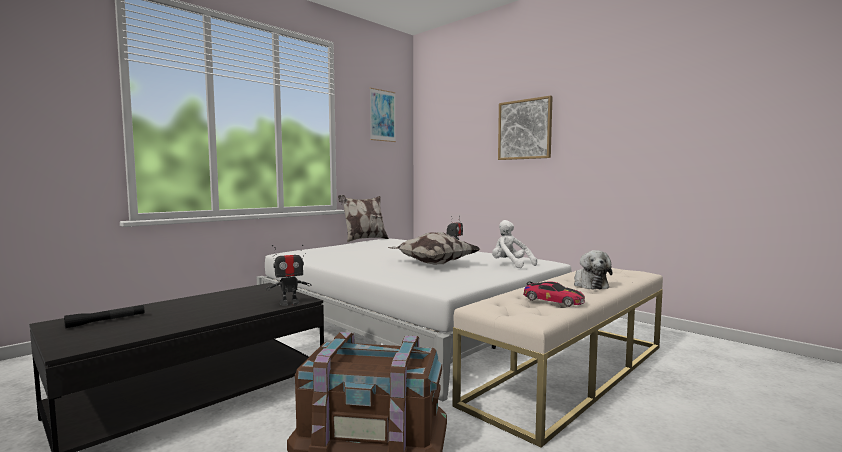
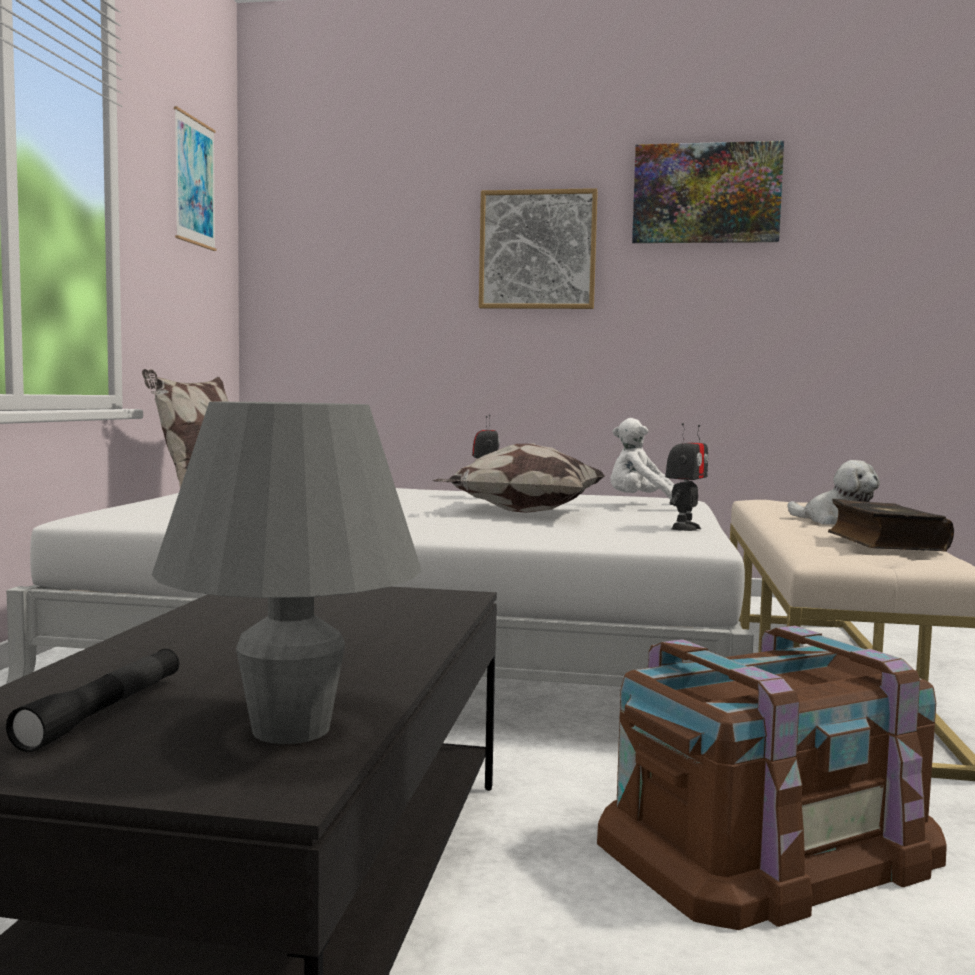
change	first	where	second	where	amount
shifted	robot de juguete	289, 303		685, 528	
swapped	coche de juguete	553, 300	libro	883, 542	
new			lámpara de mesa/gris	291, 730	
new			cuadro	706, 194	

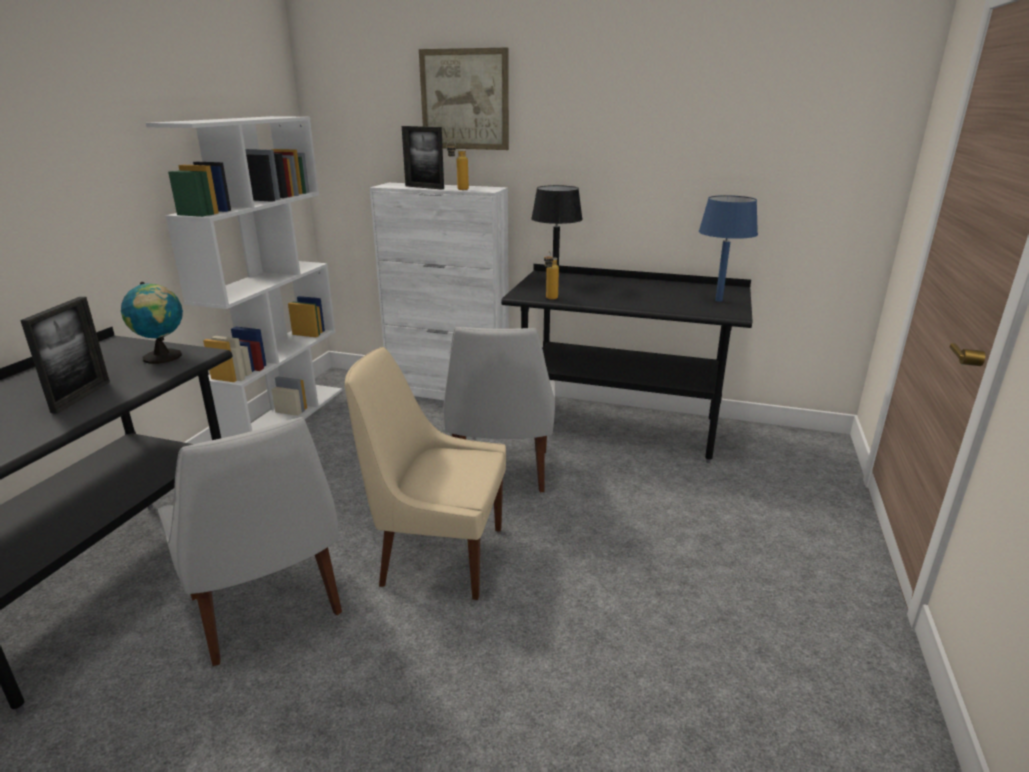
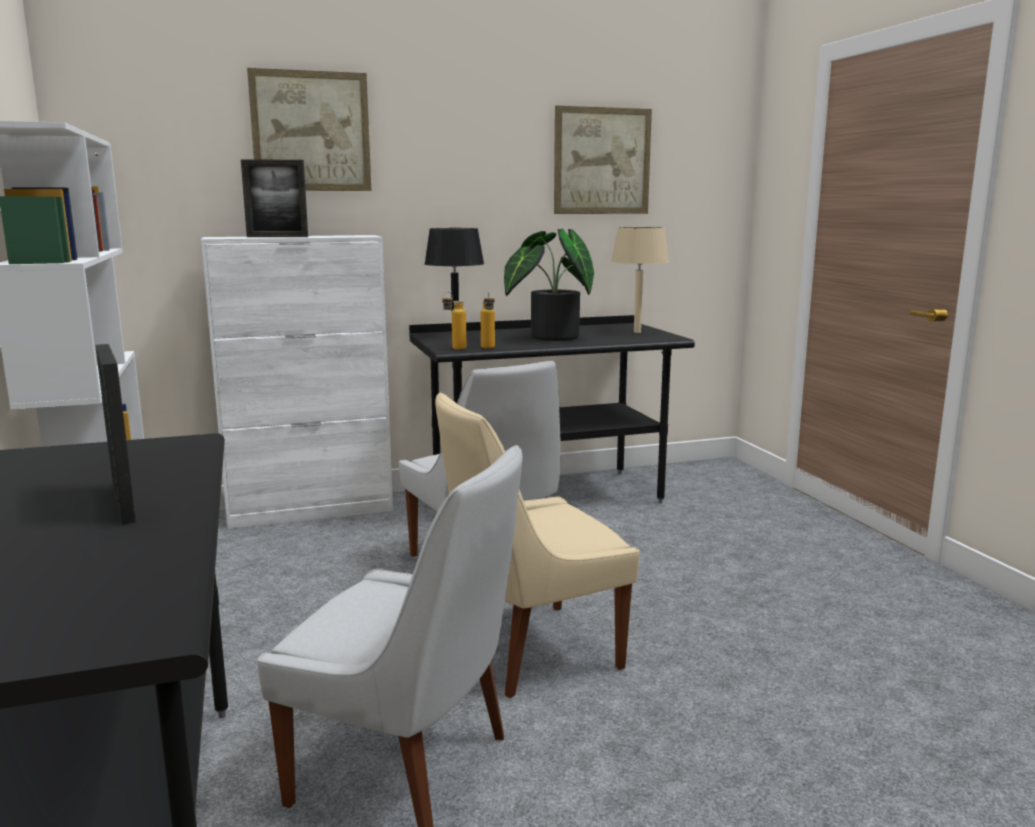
change	first	where	second	where	amount
gone	globo terráqueo	164, 357			
shifted	botella	458, 189		454, 349	
repainted	lámpara de mesa/azul	718, 300	lámpara de mesa/beis	637, 332	
new			planta en maceta	548, 337	
new			cuadro	602, 161	

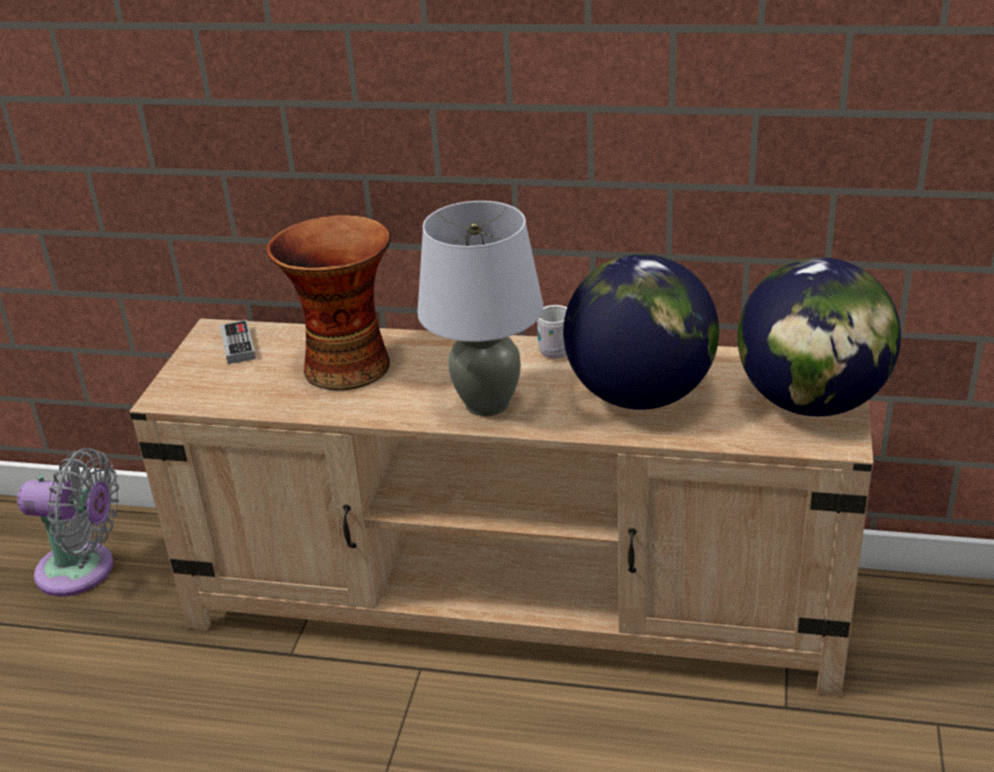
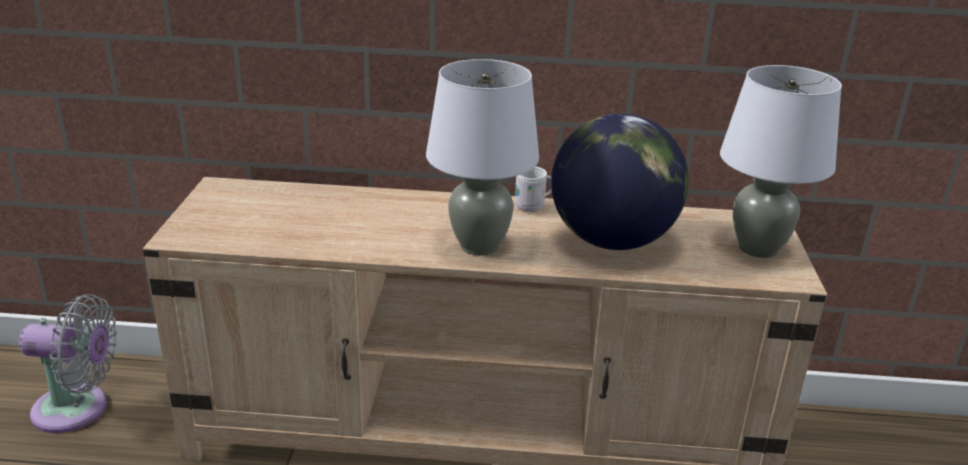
change	first	where	second	where	amount
gone	mando de consola	238, 345			
gone	florero	346, 366			
swapped	globo terráqueo	811, 403	lámpara de mesa/gris	758, 248	

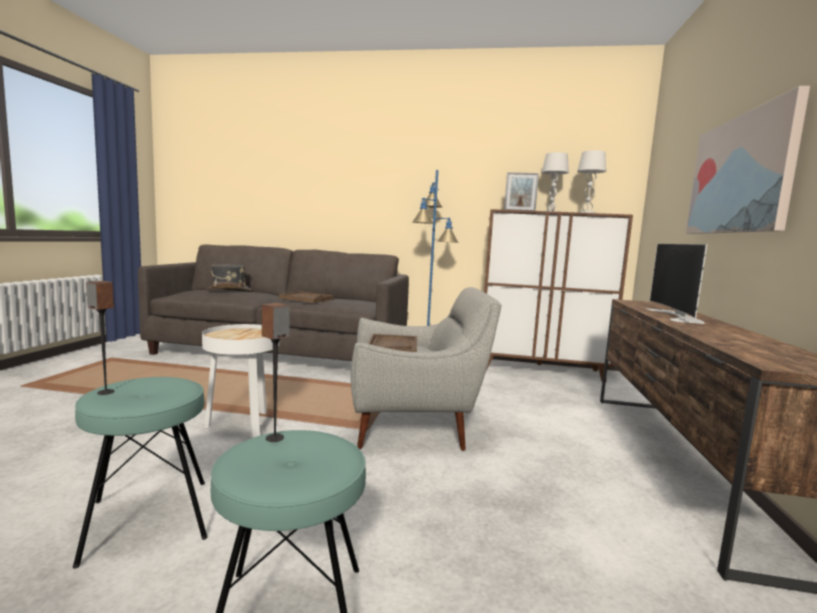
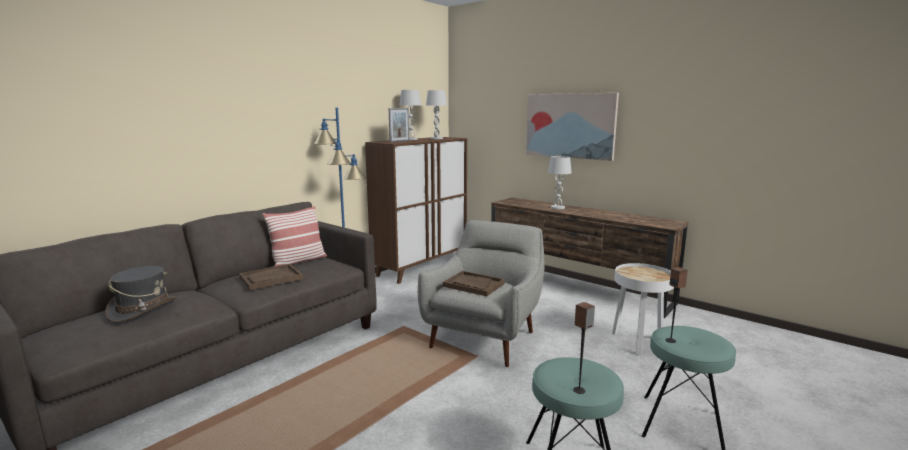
change	first	where	second	where	amount
shifted	mesa auxiliar/blanco	242, 425		638, 342	
swapped	televisor	677, 316	lámpara de mesa/blanco	557, 208	
new			cojín	298, 261	

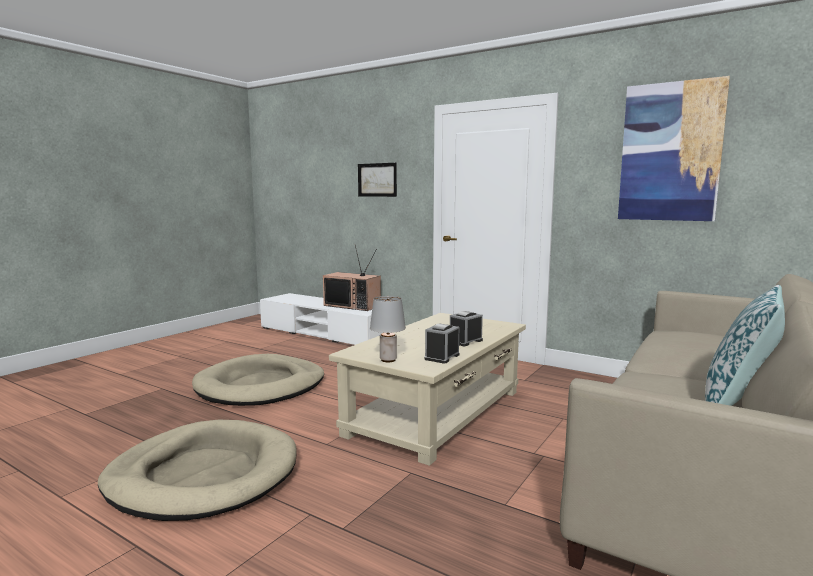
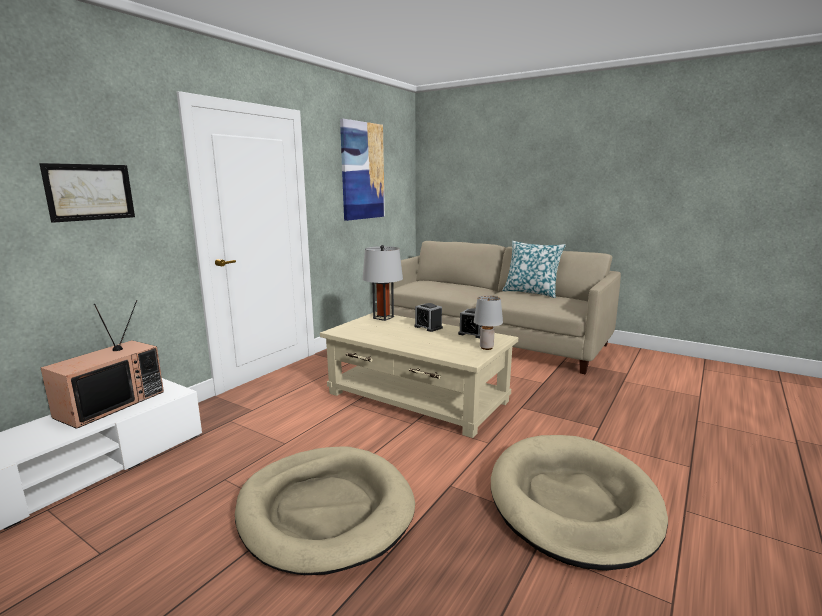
change	first	where	second	where	amount
new			lámpara de mesa/gris	383, 317	

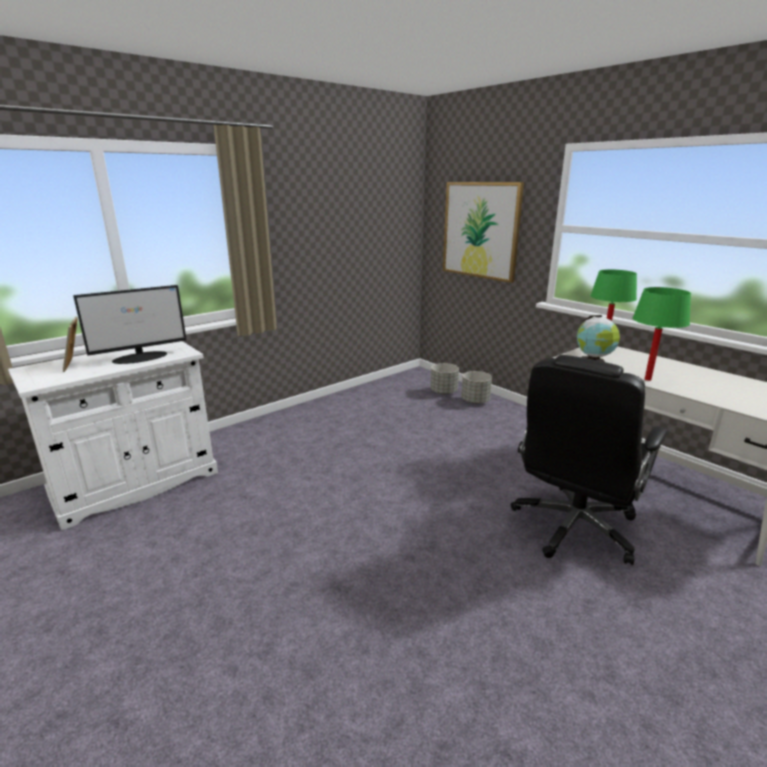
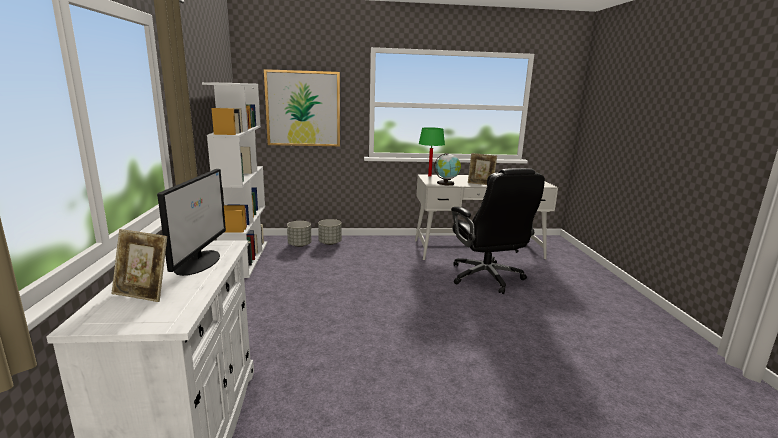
change	first	where	second	where	amount
swapped	lámpara de mesa/verde	648, 379	portarretratos	480, 184	
new			estantería/blanco	245, 258	

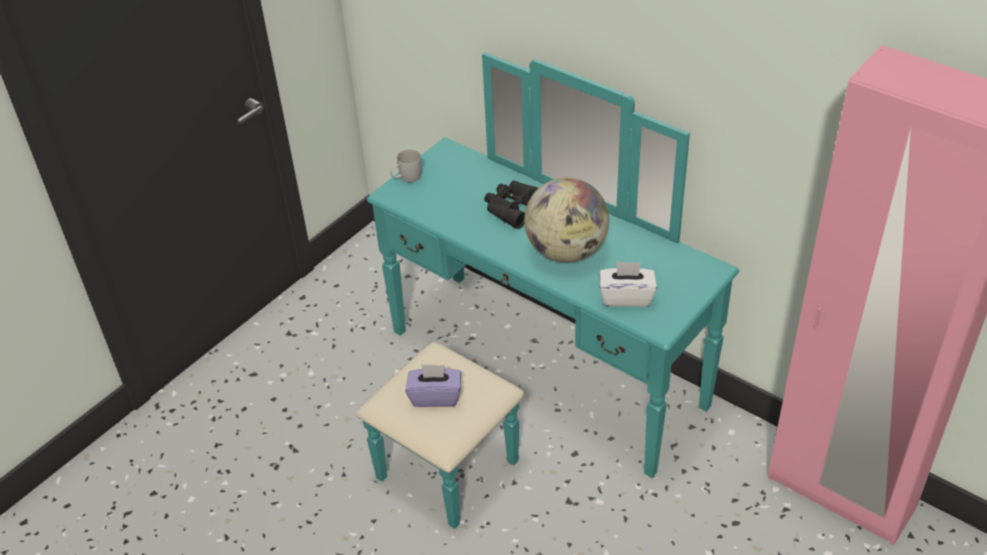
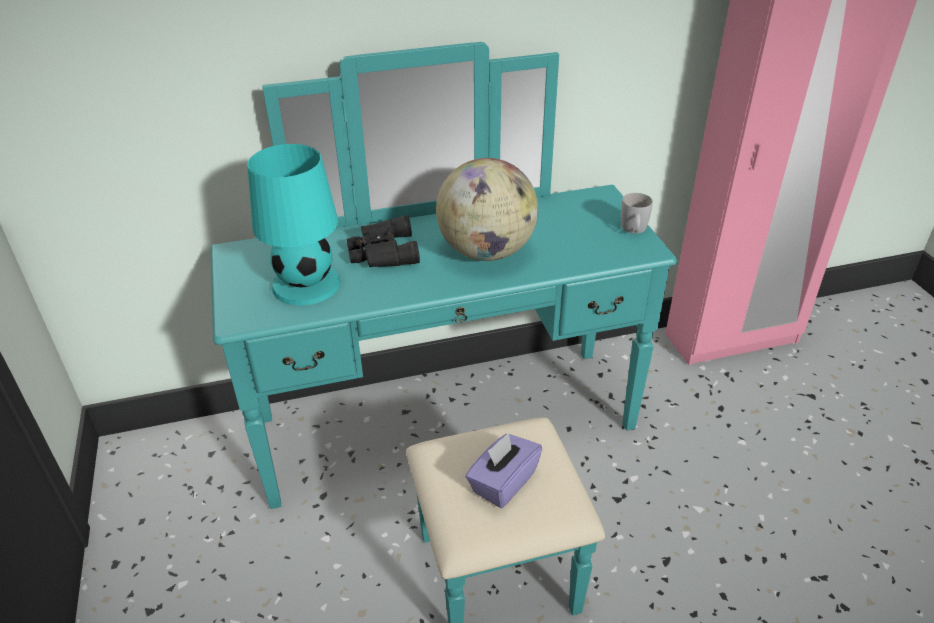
change	first	where	second	where	amount
shifted	taza grande/blanco	406, 178		634, 230	
gone	caja de pañuelos/blanco	626, 297			
new			lámpara de mesa/turquesa	305, 285	

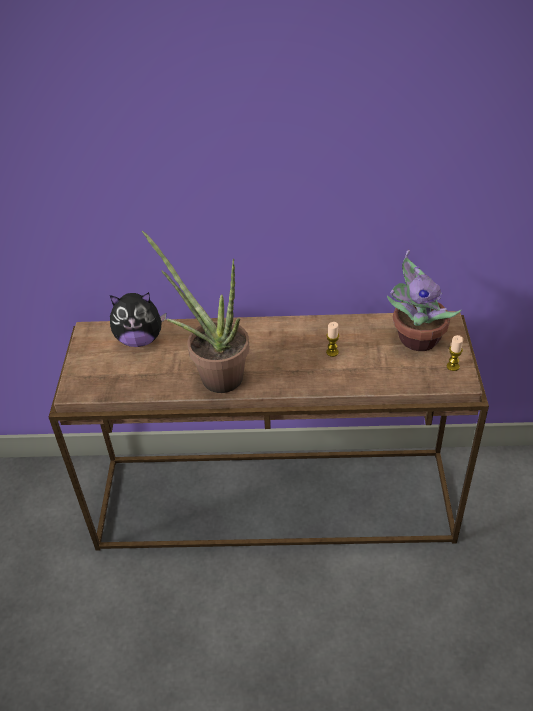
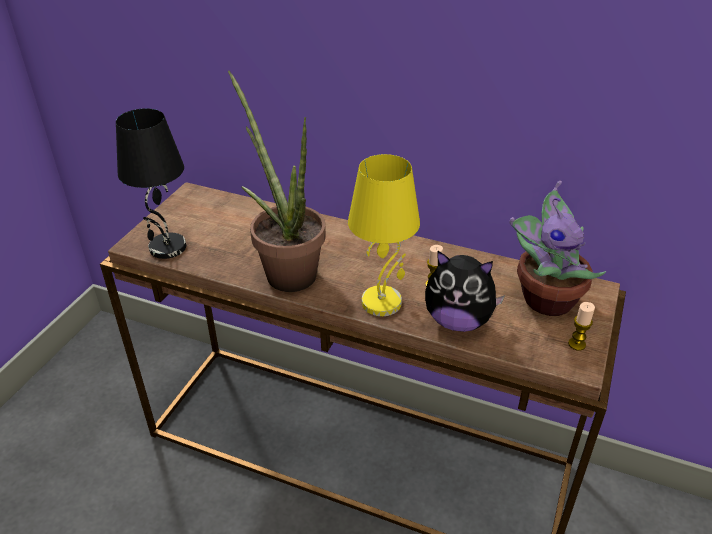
change	first	where	second	where	amount
shifted	peluche	140, 339		458, 321	
new			lámpara de mesa/negro	167, 248	
new			lámpara de mesa/amarillo	382, 302	

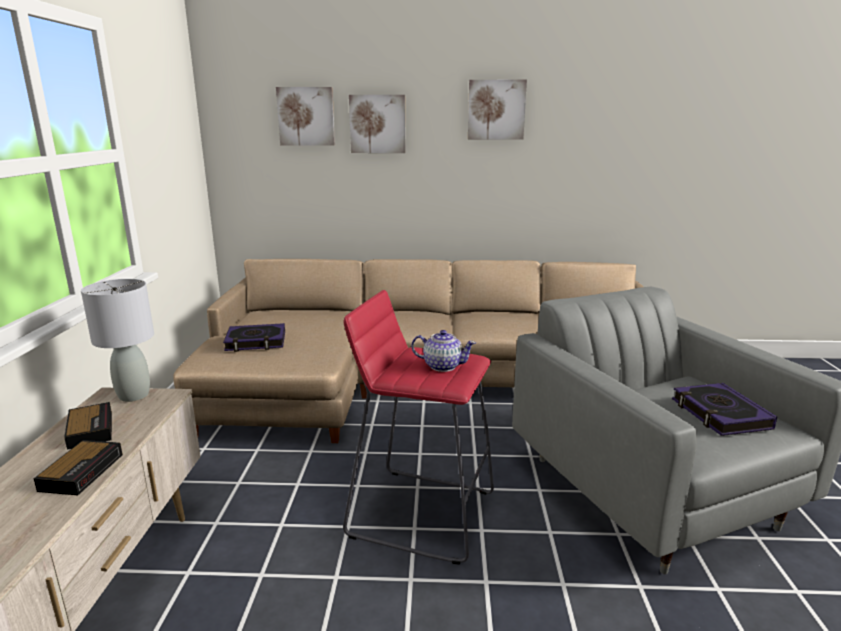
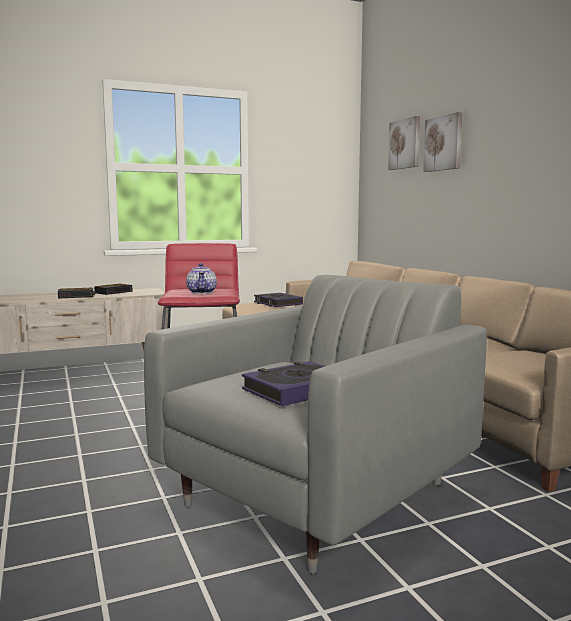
change	first	where	second	where	amount
gone	lámpara de mesa/gris	134, 395			
gone	cuadro	496, 110			

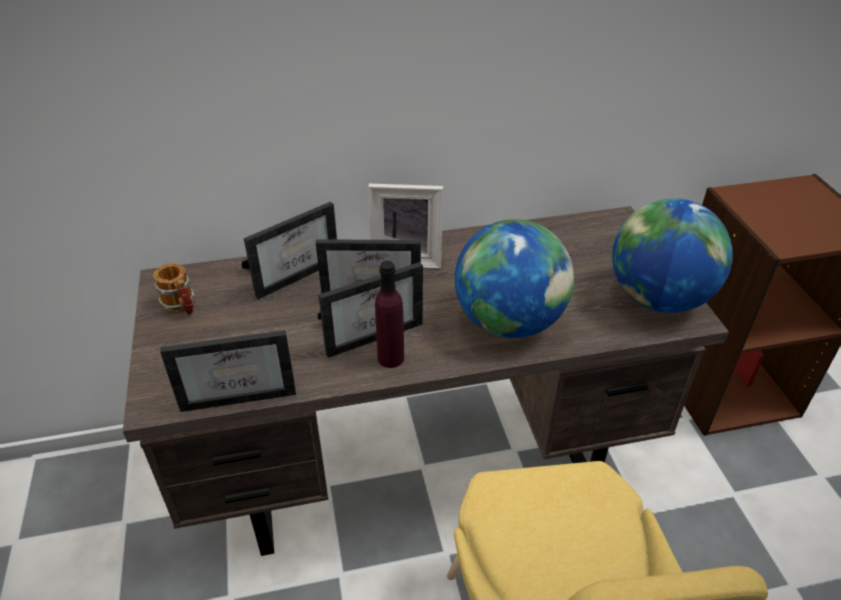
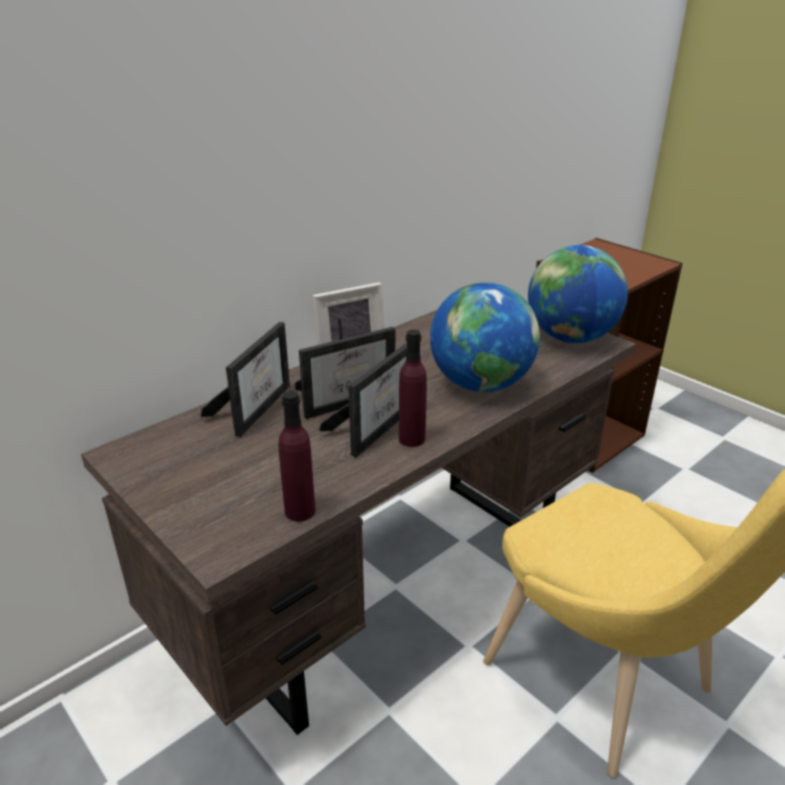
change	first	where	second	where	amount
gone	taza grande	182, 307			
swapped	portarretratos	241, 392	botella/morado	300, 511	

